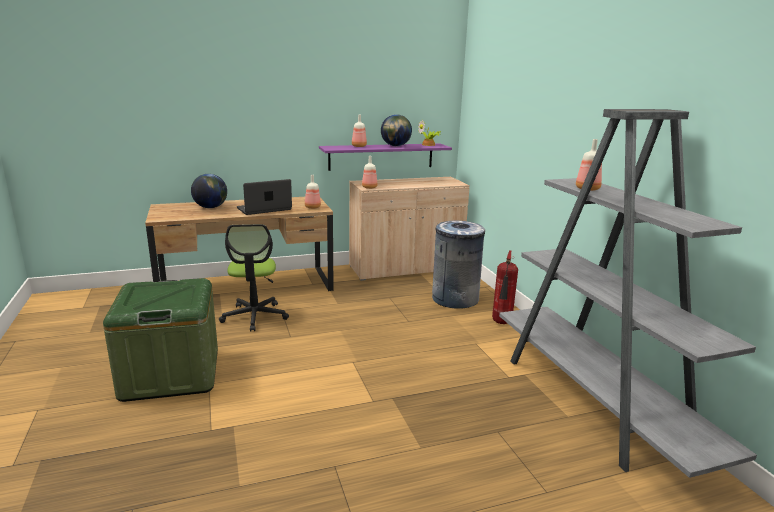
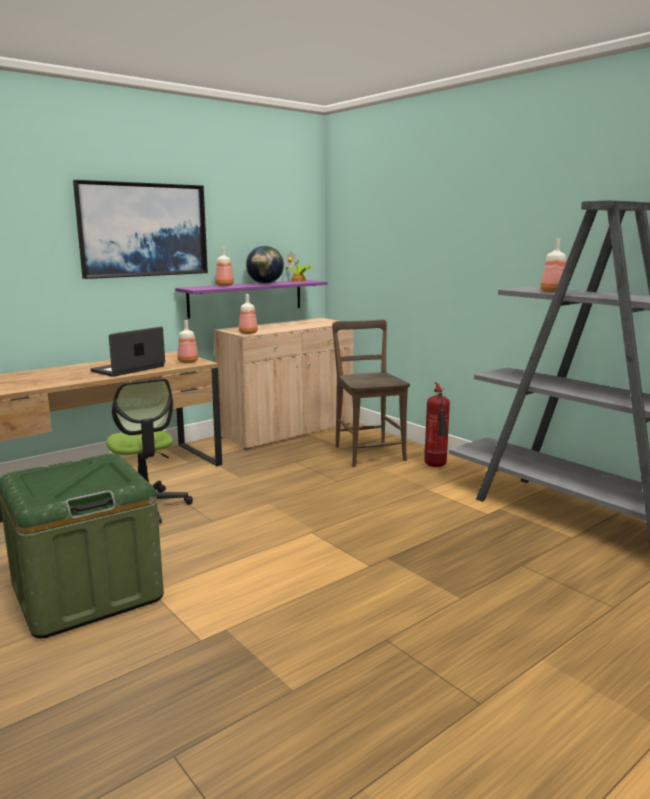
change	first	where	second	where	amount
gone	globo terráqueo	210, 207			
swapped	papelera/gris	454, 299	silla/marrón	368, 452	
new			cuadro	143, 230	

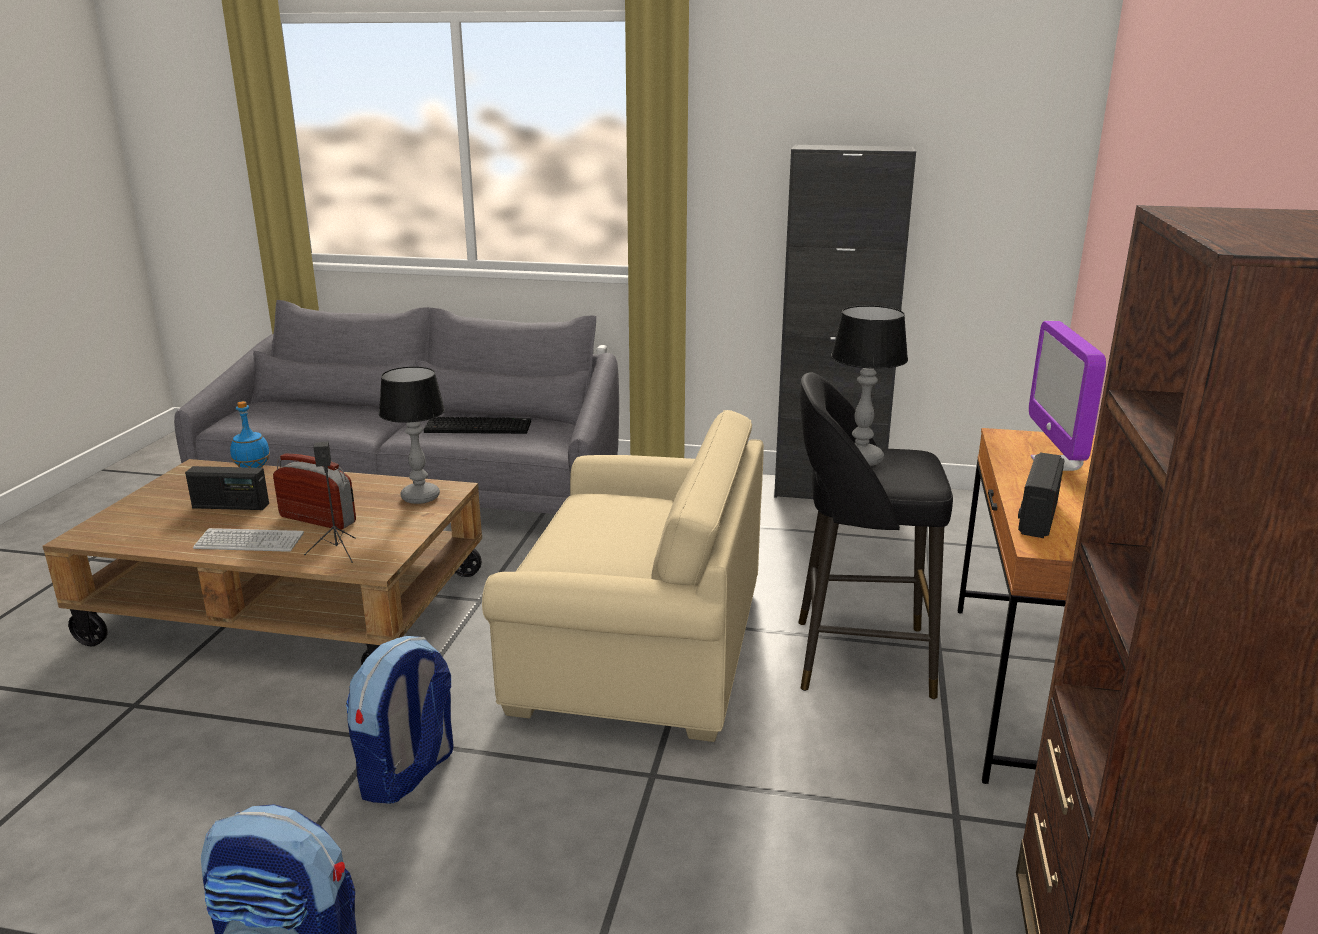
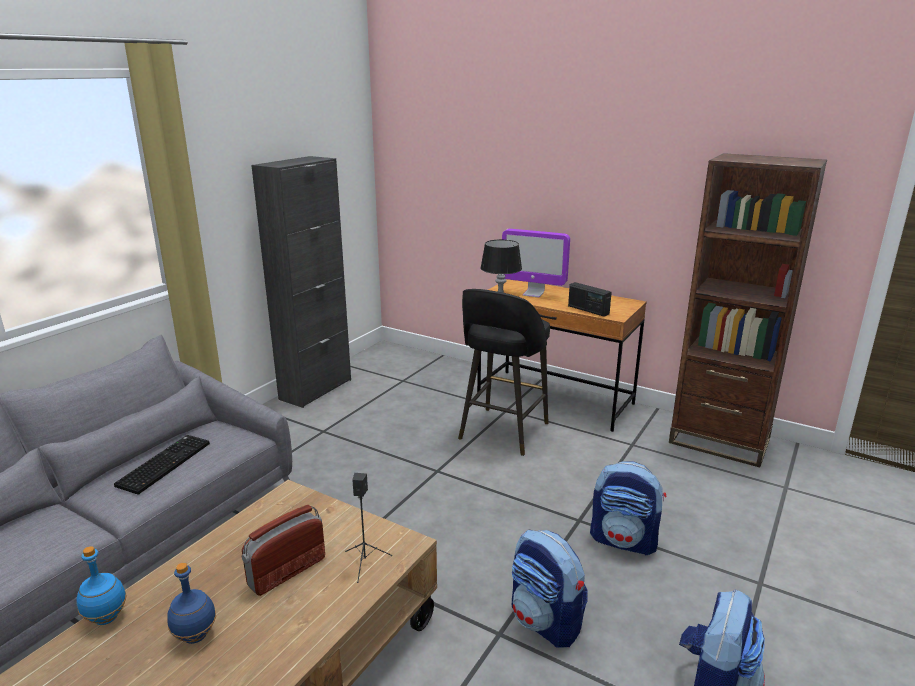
change	first	where	second	where	amount
swapped	radio	230, 506	botella/azul	195, 635	
gone	teclado	249, 542			
gone	lámpara de mesa	421, 497			
gone	sillón/beis	639, 646			
new			mochila	624, 540	

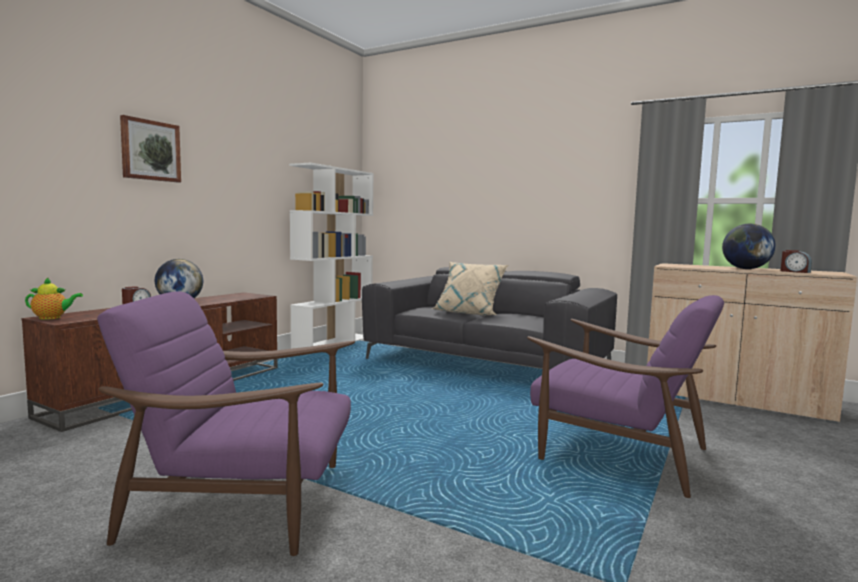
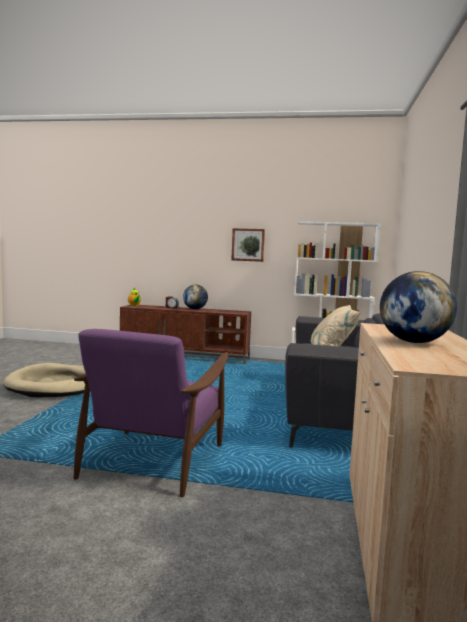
change	first	where	second	where	amount
swapped	sillón/morado	245, 502	cama para perro/beis	58, 385	
shifted	cuadro	150, 150		248, 245	
gone	despertador	795, 271			

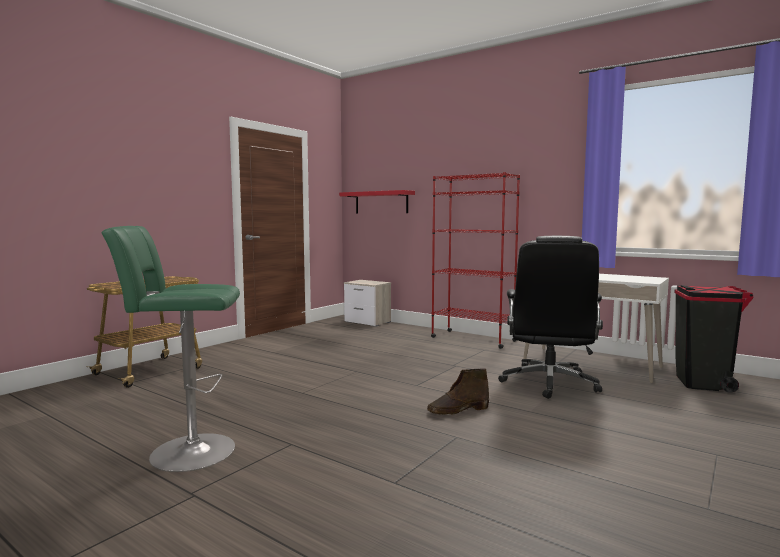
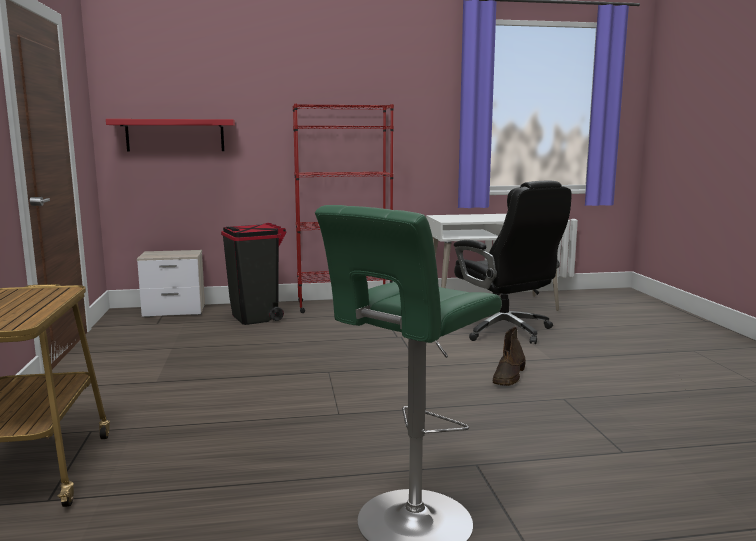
change	first	where	second	where	amount
shifted	papelera/negro	703, 382		255, 317	

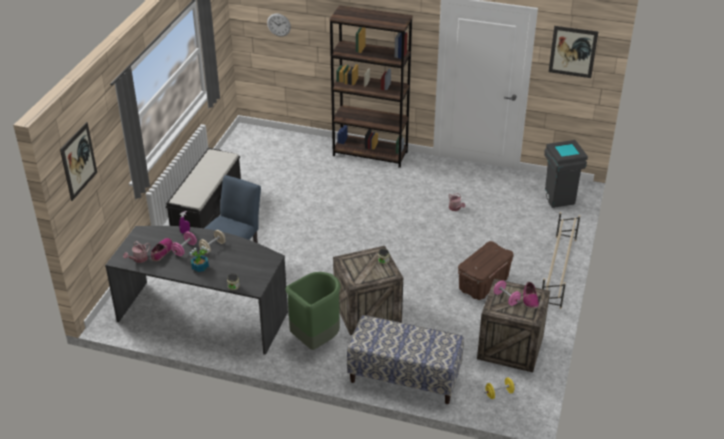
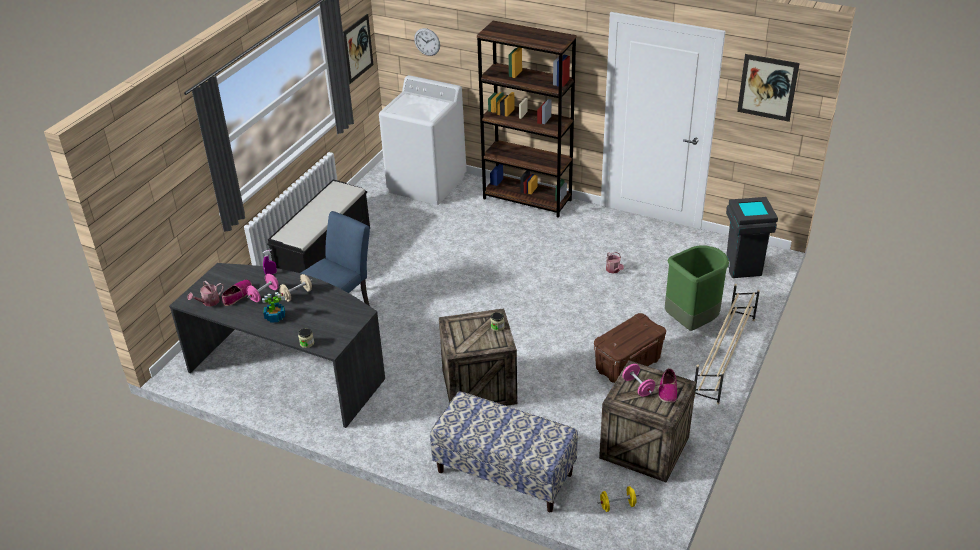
change	first	where	second	where	amount
shifted	cuadro	78, 161		357, 48	
shifted	papelera/verde	316, 340		692, 322	
new			lavadora/blanco	427, 184	

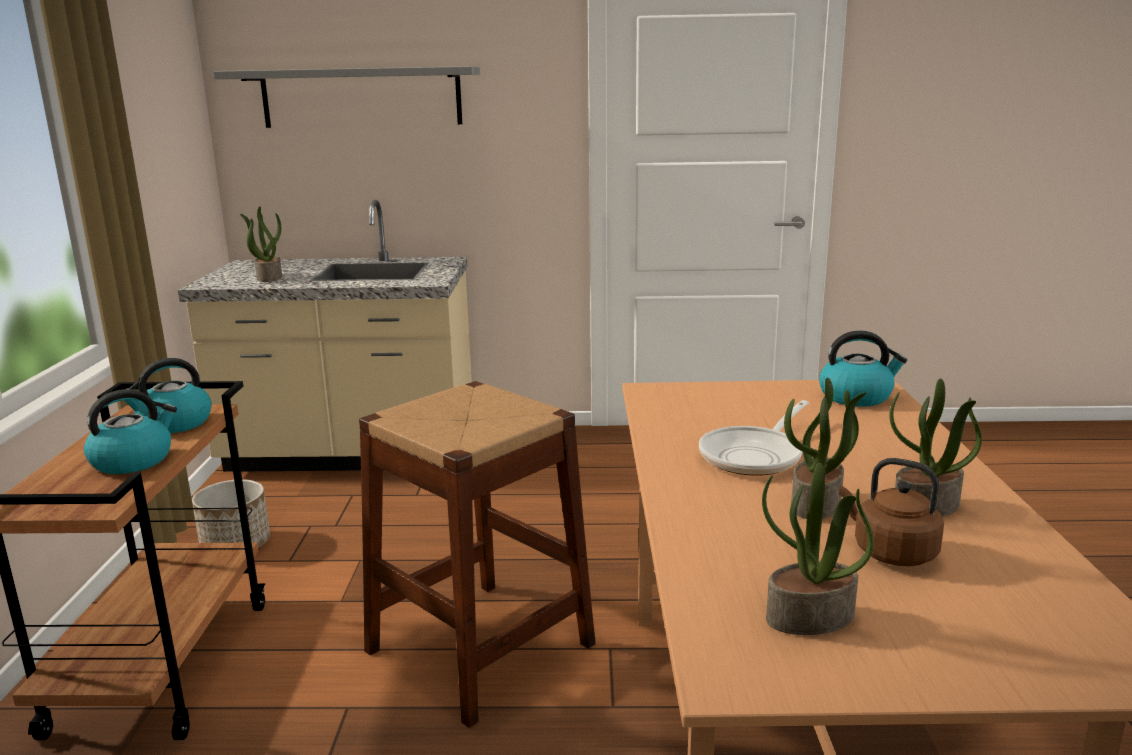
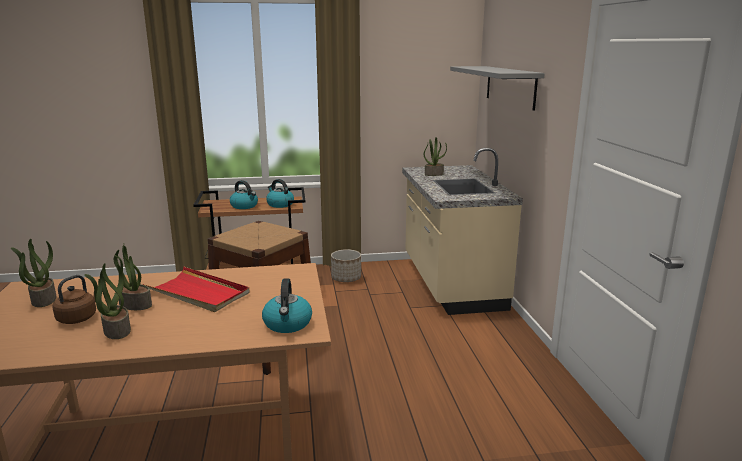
change	first	where	second	where	amount
swapped	sartén	755, 455	bandeja/rojo	198, 293	

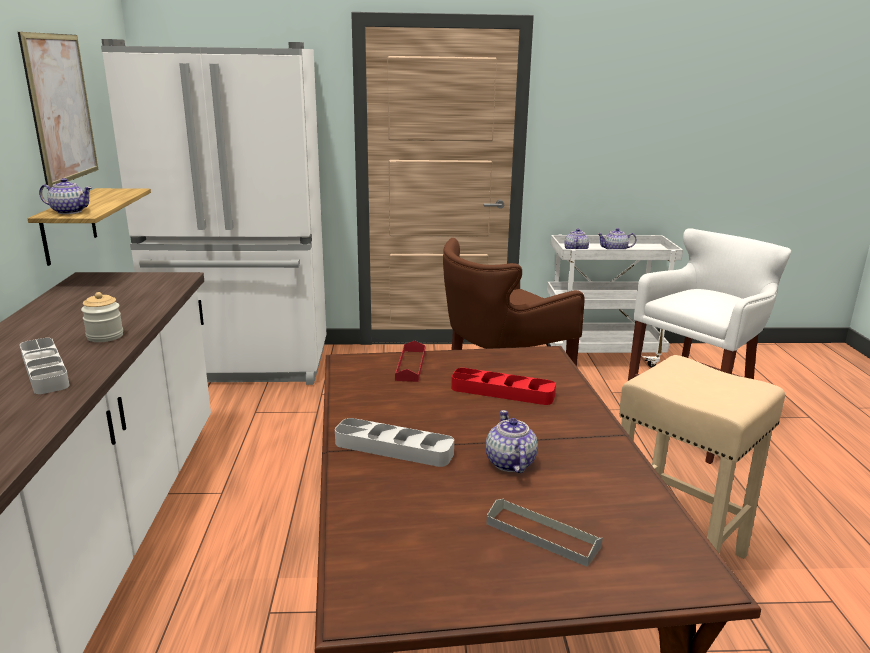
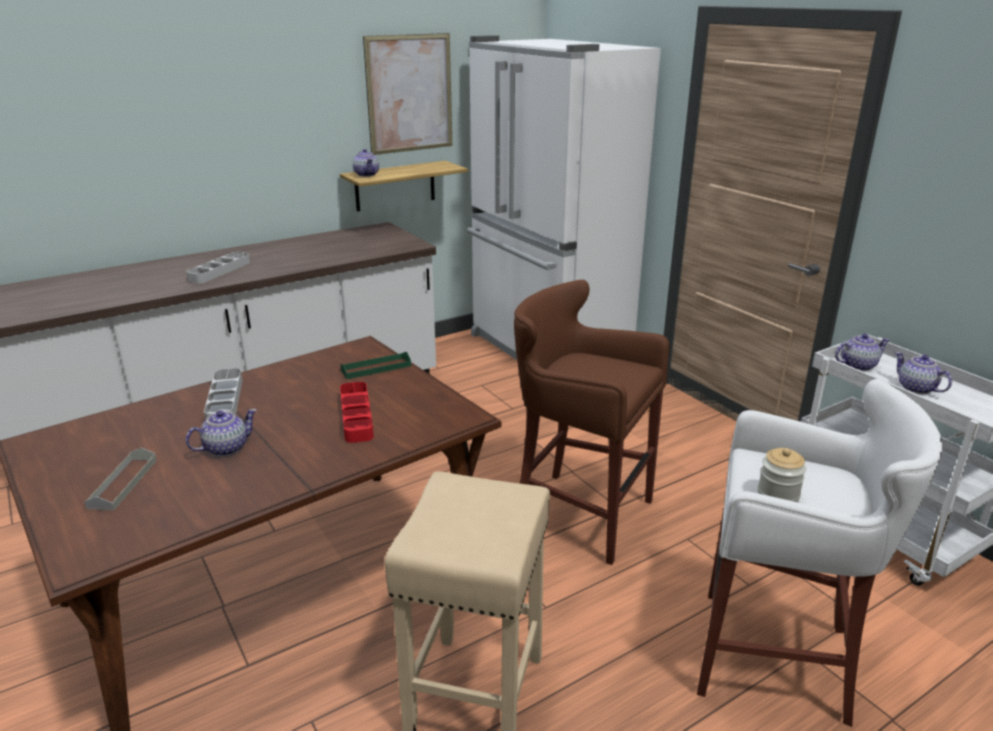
change	first	where	second	where	amount
shifted	tarro	105, 336		778, 495	
repainted	bandeja/rojo	410, 365	bandeja/verde	376, 368	

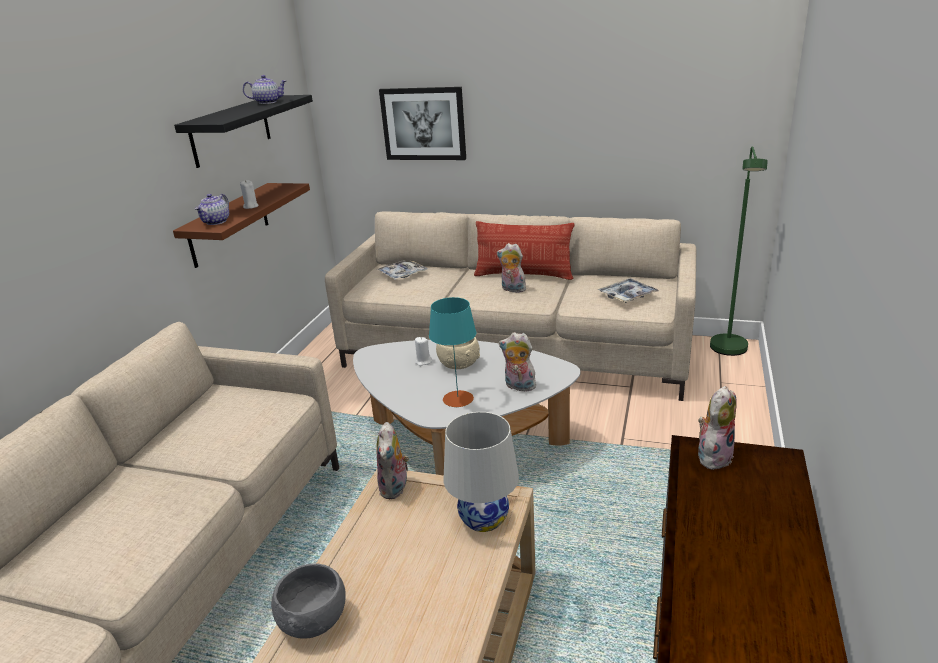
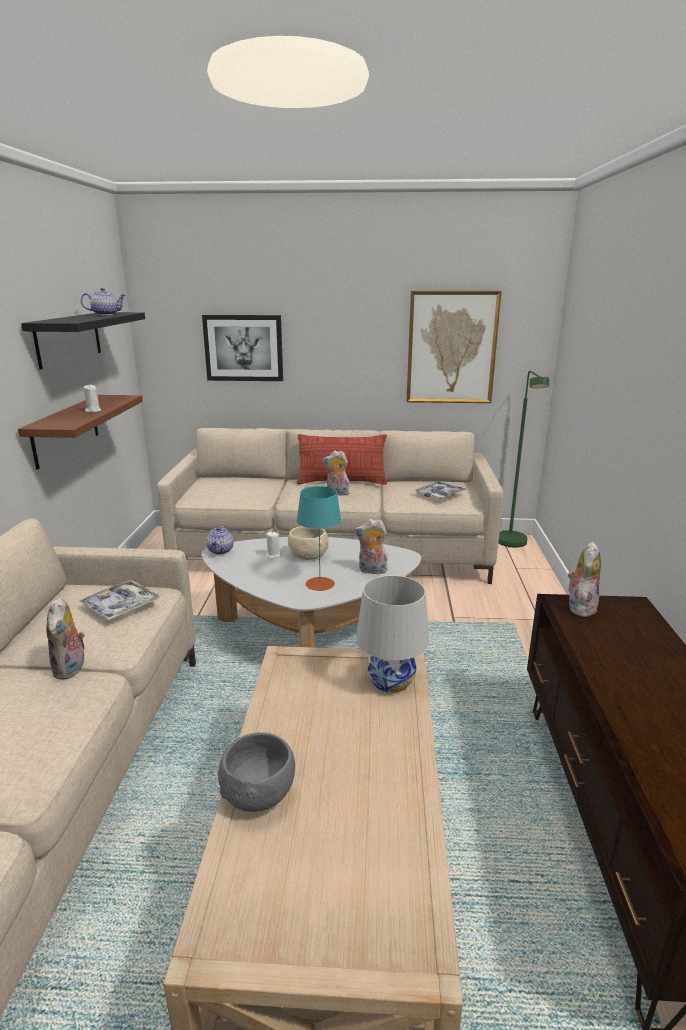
change	first	where	second	where	amount
shifted	tetera	216, 222		221, 551	
shifted	bandeja	402, 274		121, 606	
shifted	peluche	395, 488		71, 669	
new			cuadro	451, 348	

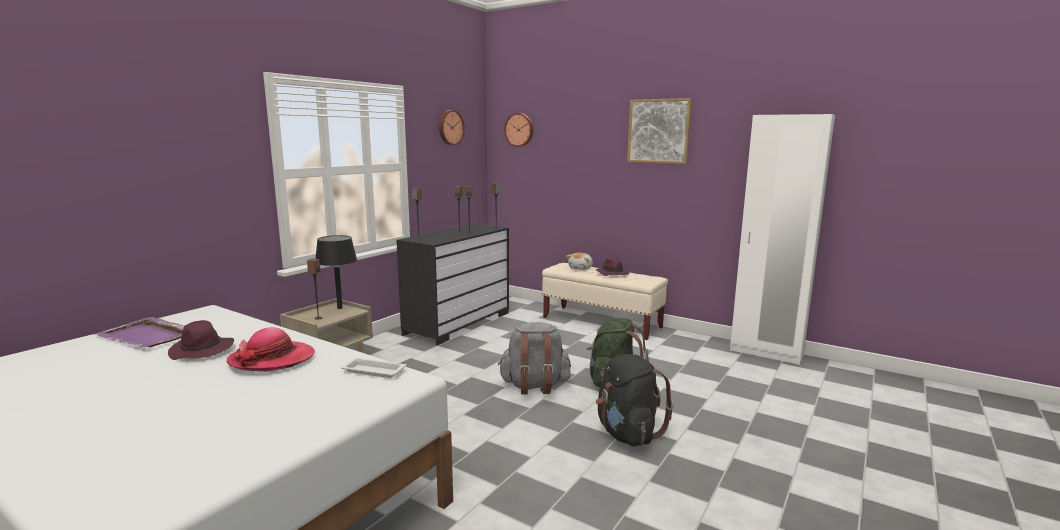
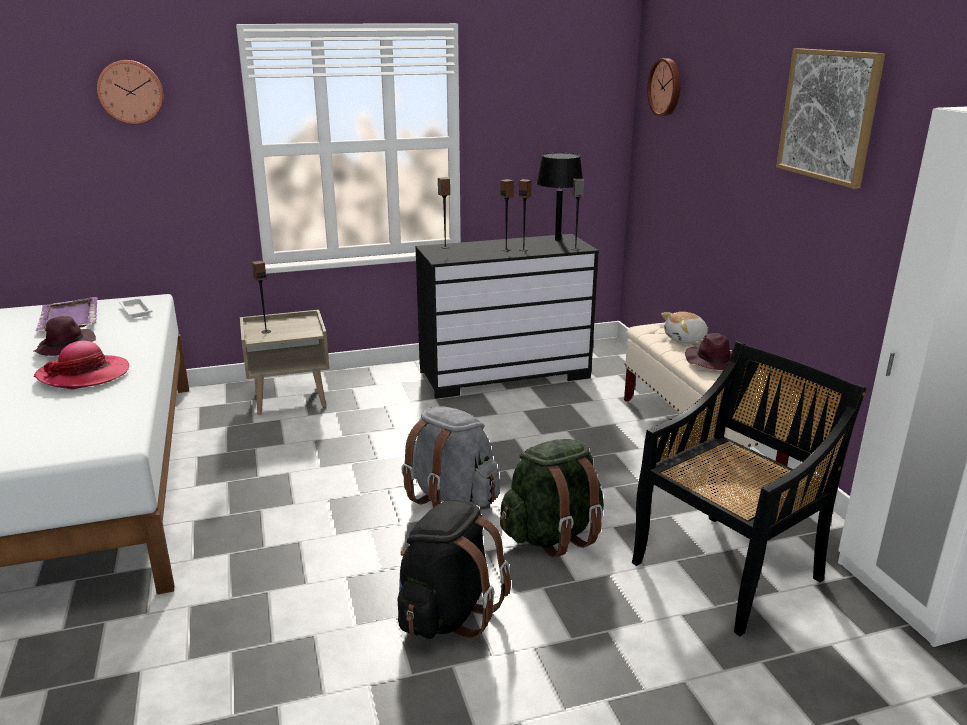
change	first	where	second	where	amount
shifted	lámpara de mesa/negro	340, 308		558, 240	
shifted	bandeja/blanco	372, 371		136, 310	
shifted	reloj de pared	450, 127		131, 92	
new			silla/negro	728, 569	

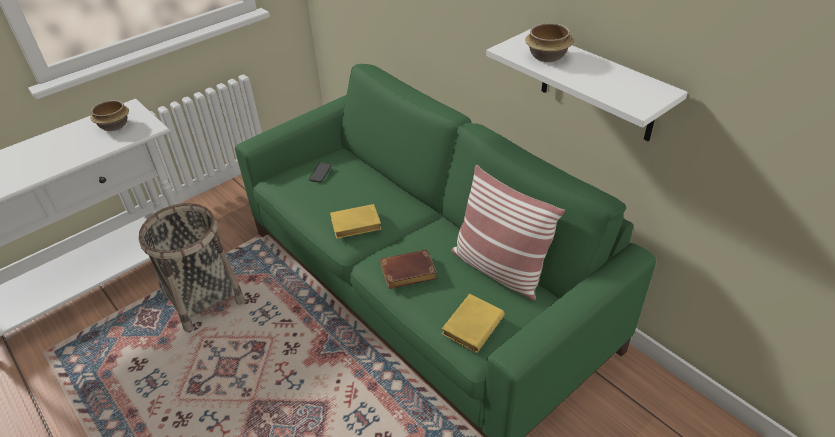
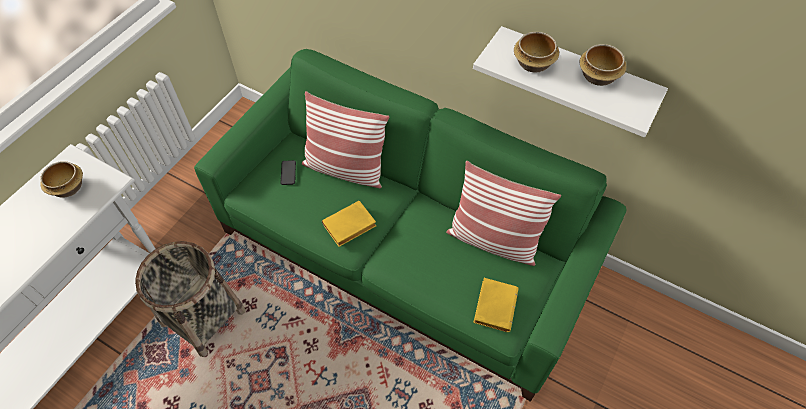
change	first	where	second	where	amount
gone	libro/marrón	407, 274			
new			cojín	345, 169	
new			cuenco	599, 77	

